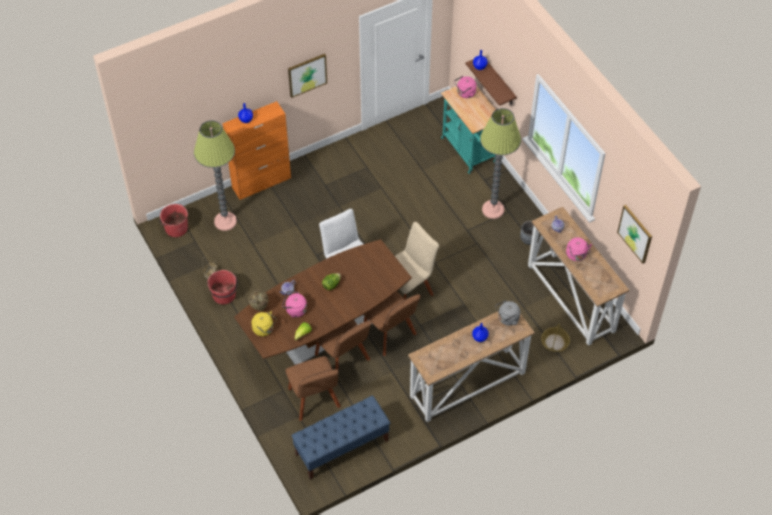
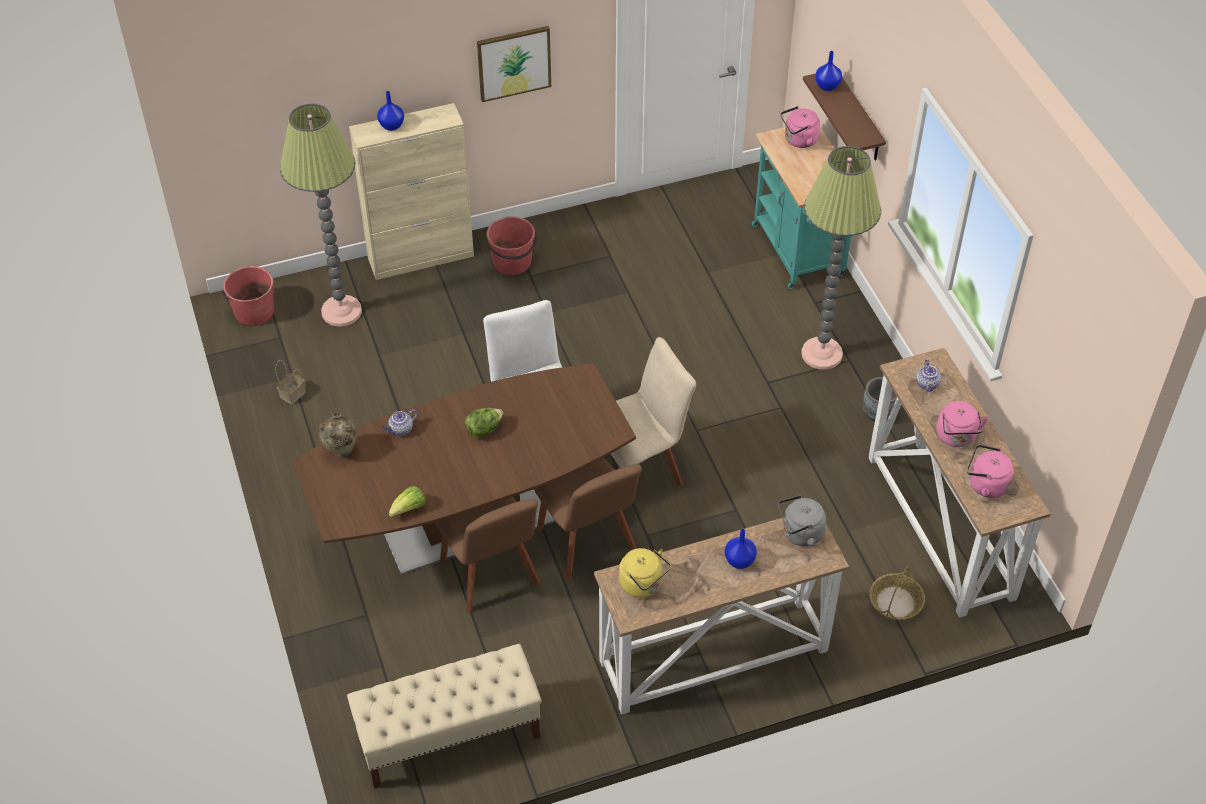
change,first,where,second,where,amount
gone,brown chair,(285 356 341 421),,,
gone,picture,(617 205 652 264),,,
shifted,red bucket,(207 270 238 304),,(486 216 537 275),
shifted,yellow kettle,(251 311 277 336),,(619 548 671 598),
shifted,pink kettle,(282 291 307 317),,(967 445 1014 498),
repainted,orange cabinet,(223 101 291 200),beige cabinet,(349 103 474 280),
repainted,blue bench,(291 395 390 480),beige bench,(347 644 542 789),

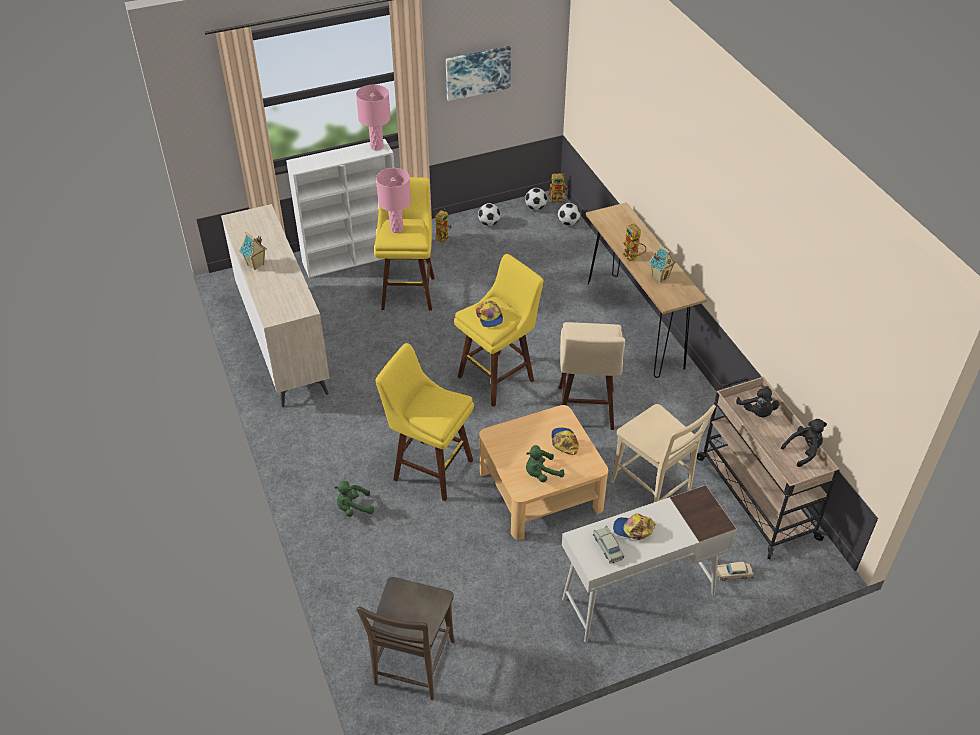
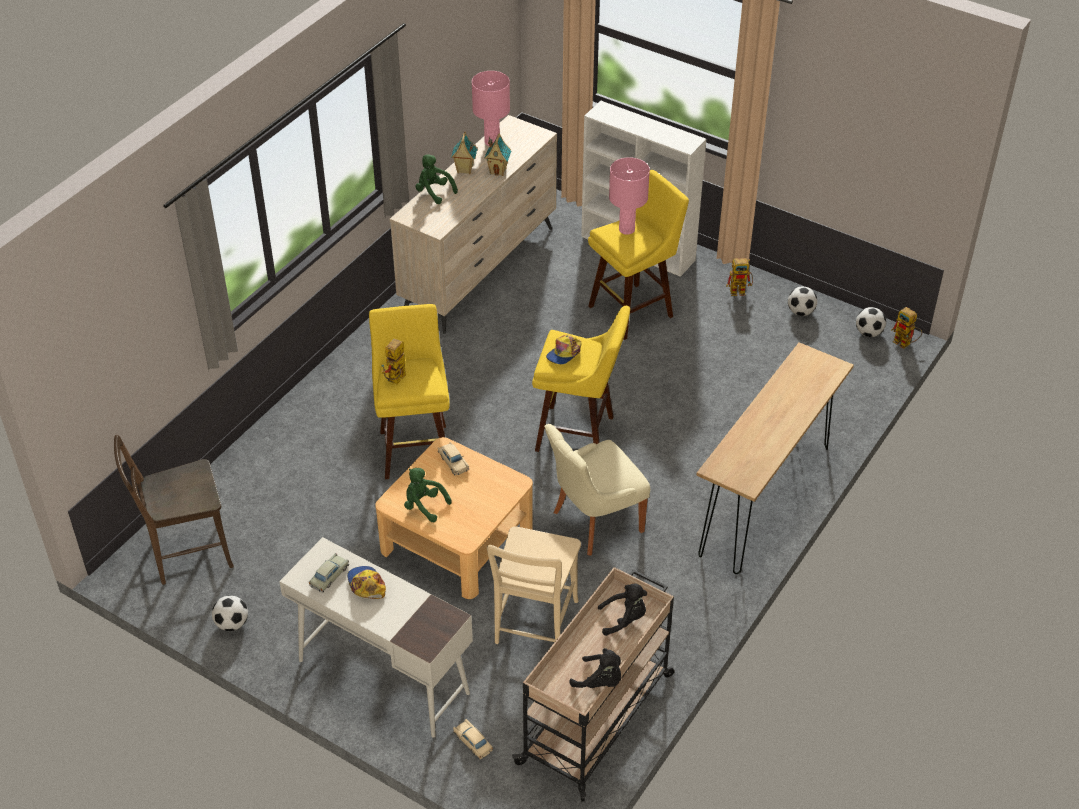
change,first,where,second,where,amount
gone,picture,(446 46 511 101),,,
gone,cap,(551 428 579 455),,,
new,,,beige toy car,(438 442 469 475),
shifted,green plush toy,(335 481 374 517),,(415 154 458 204),
shifted,pink table lamp,(356 85 391 151),,(472 71 510 146),
shifted,football,(558 203 580 226),,(212 595 248 631),
shifted,toy robot,(623 223 646 262),,(381 338 406 384),
shifted,toy house,(649 245 676 282),,(485 133 511 176),
swapped,beige stool,(559 322 625 430),beige chair,(544 424 650 556),
rotated,black plush toy,(736 386 779 417),,(598 584 647 636),135 degrees counterclockwise

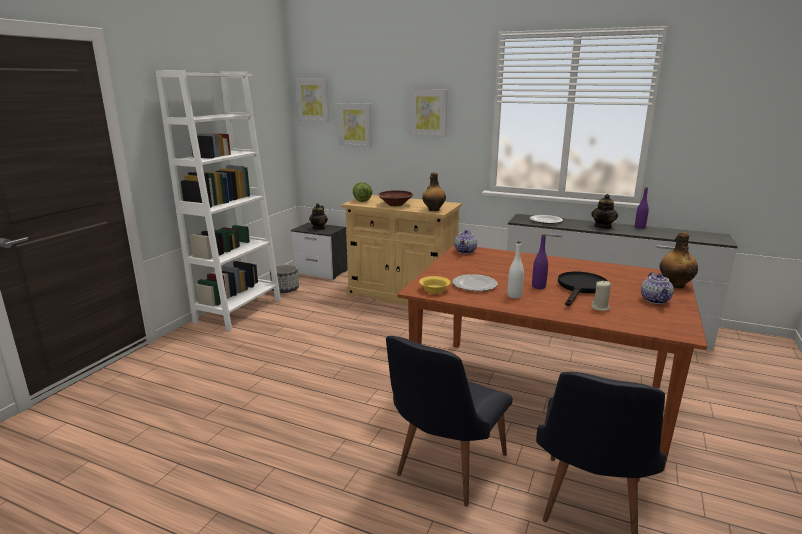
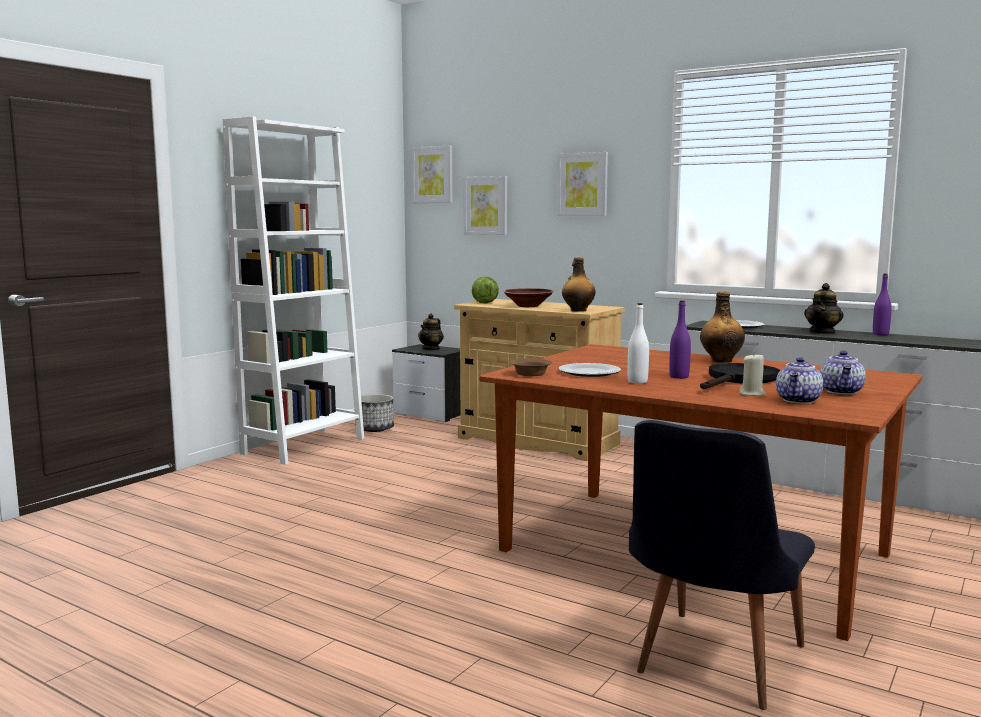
change,first,where,second,where,amount
gone,black chair,(386 336 513 507),,,
shifted,teapot,(454 230 477 254),,(776 357 823 404),
shifted,bottle,(660 232 698 288),,(700 292 745 363),
repainted,yellow bowl,(419 276 451 293),brown bowl,(509 359 552 376),

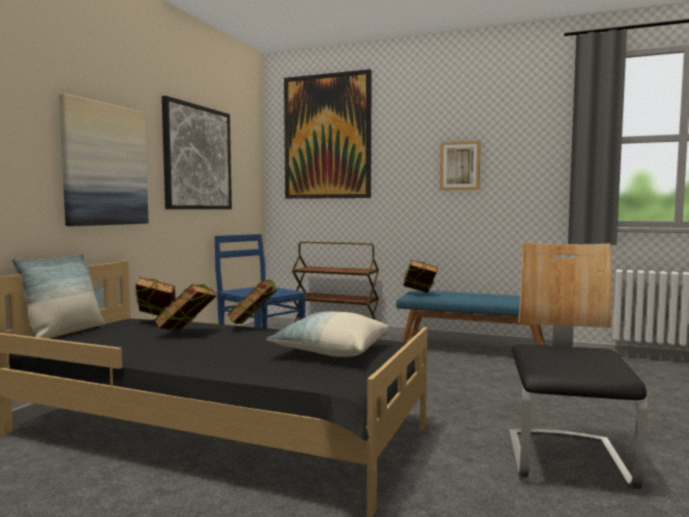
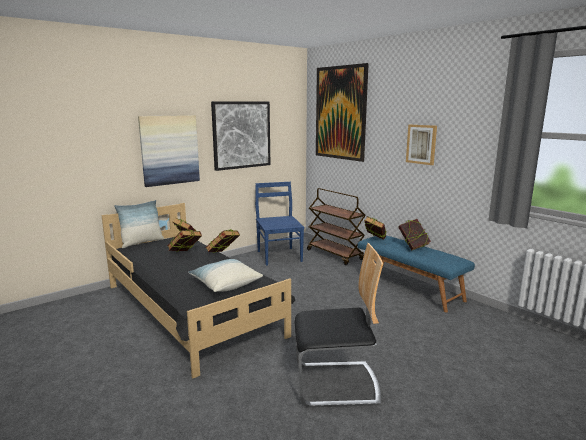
change,first,where,second,where,amount
new,,,book,(398 219 431 250),
rotated,chair,(509 242 648 489),,(295 243 383 408),45 degrees clockwise

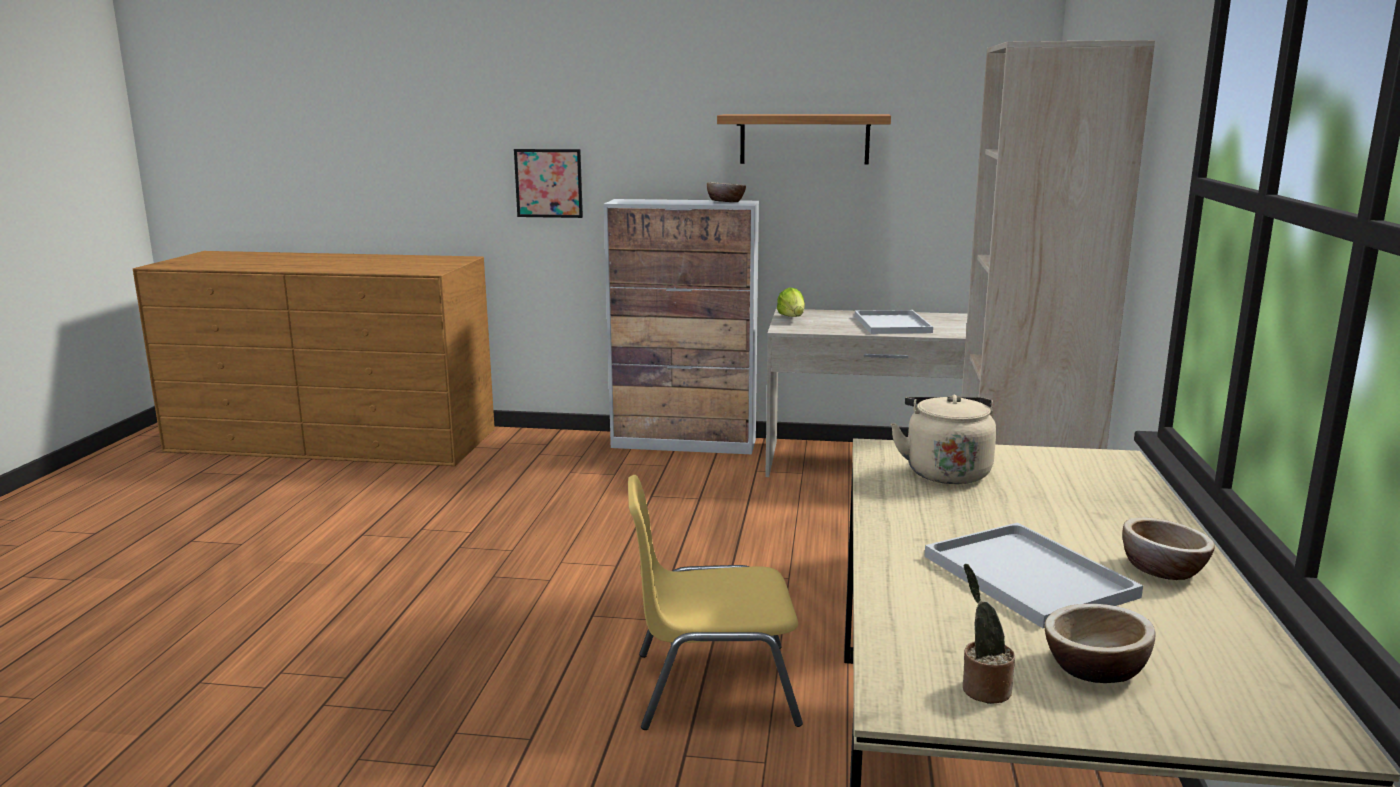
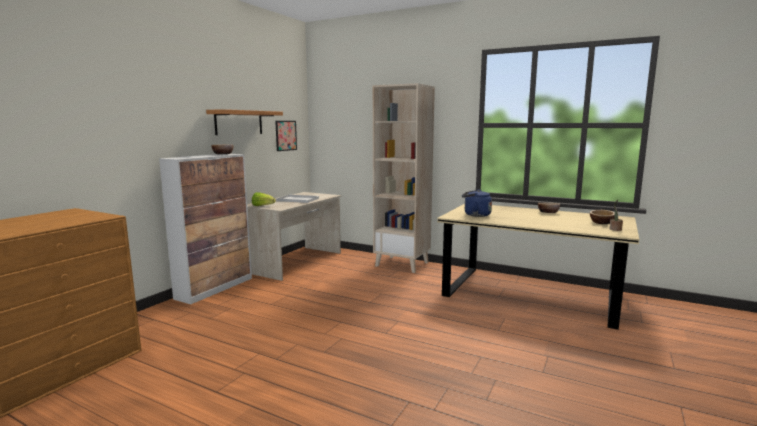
change,first,where,second,where,amount
gone,yellow chair,(628 475 803 730),,,
gone,white tray,(924 523 1143 628),,,
shifted,picture,(514 149 583 218),,(275 121 297 151),
repainted,beige kettle,(891 394 996 484),blue kettle,(462 190 492 217),

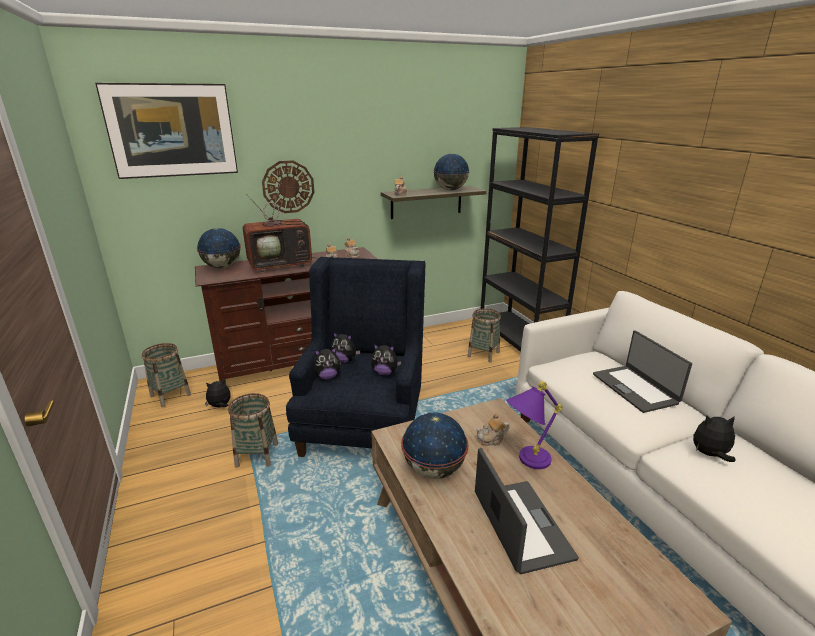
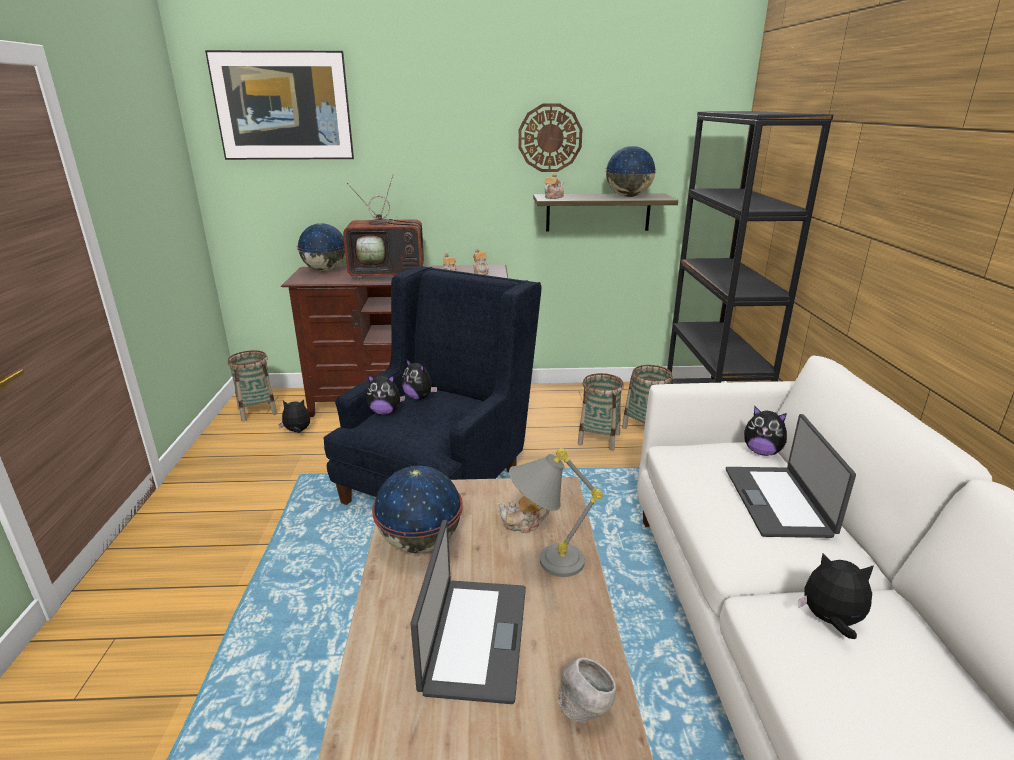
change,first,where,second,where,amount
new,,,grey bowl,(558 657 616 723),
shifted,basket,(228 393 278 468),,(578 373 624 451),
shifted,wall clock,(262 160 315 213),,(518 103 583 172),
shifted,plush toy,(371 344 401 376),,(744 406 787 456),
repainted,purple table lamp,(506 381 563 469),grey table lamp,(509 448 603 577),

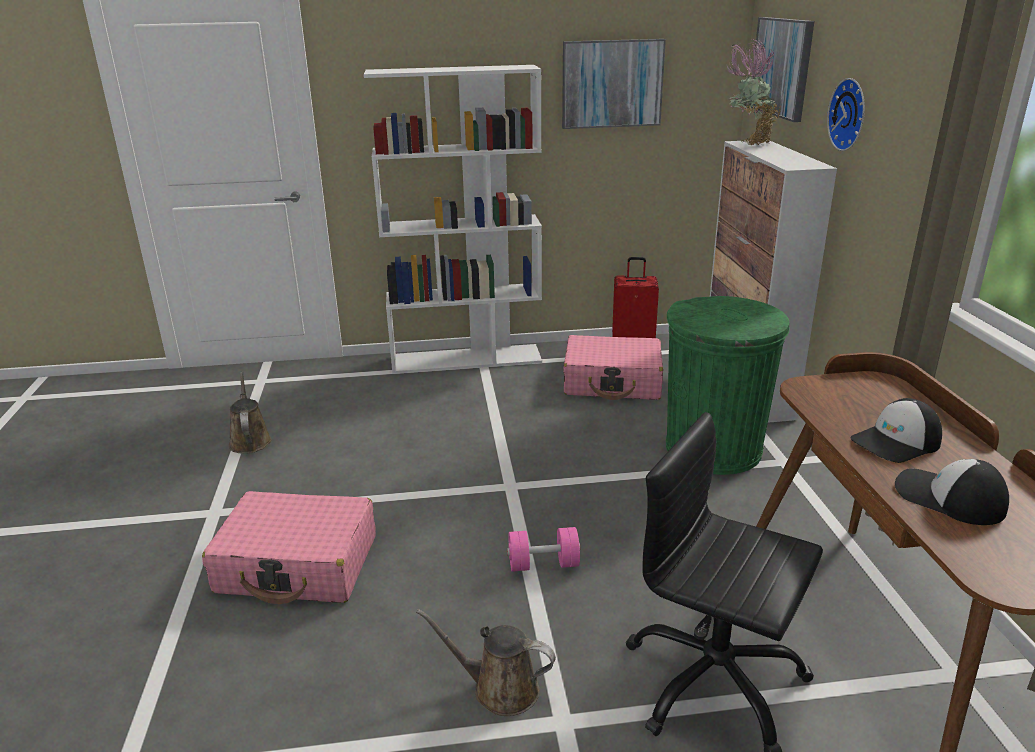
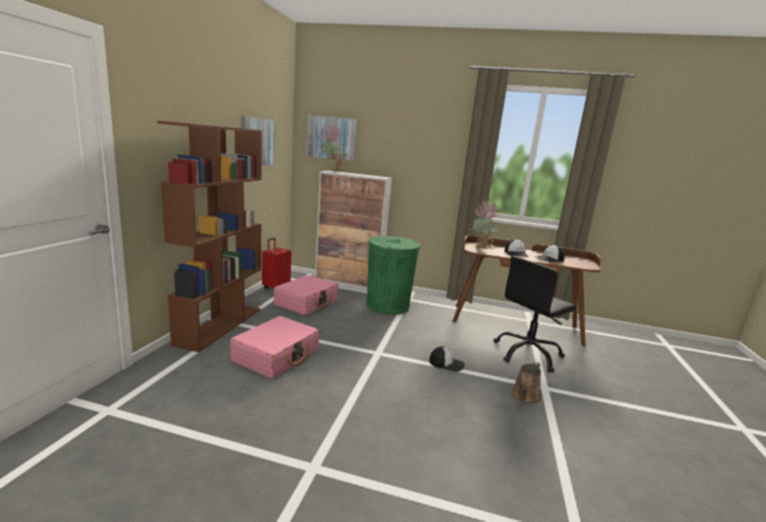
change,first,where,second,where,amount
gone,brown watering can,(229 371 272 454),,,
gone,wall clock,(827 78 865 151),,,
new,,,potted plant,(470 200 499 250),
shifted,pink suitcase,(202 491 376 604),,(230 316 319 379),
swapped,pink dumbbell,(507 527 580 572),cap,(429 346 465 372),
repainted,white bookcase,(364 65 542 374),brown bookcase,(157 121 262 352),

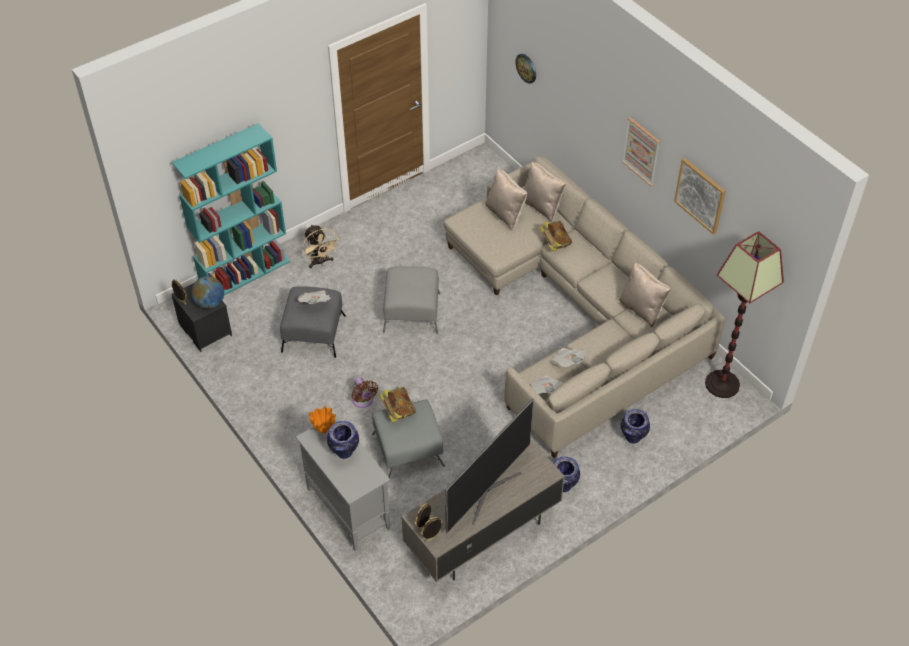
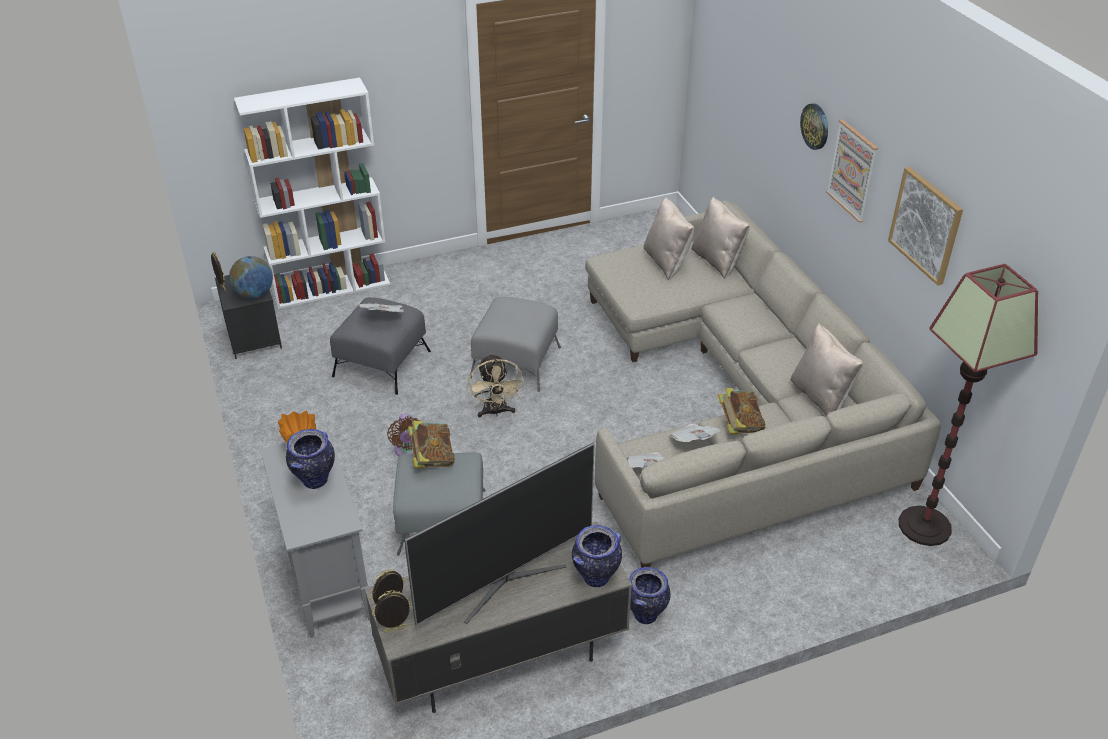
change,first,where,second,where,amount
shifted,beige fan,(302 224 340 268),,(468 353 524 418),
shifted,wall clock,(515 54 536 84),,(800 103 828 150),
shifted,book,(539 220 572 251),,(717 388 766 434),
shifted,vase,(621 409 650 443),,(572 525 622 587),
repainted,turquoise bookcase,(172 123 290 295),white bookcase,(234 77 390 309),

